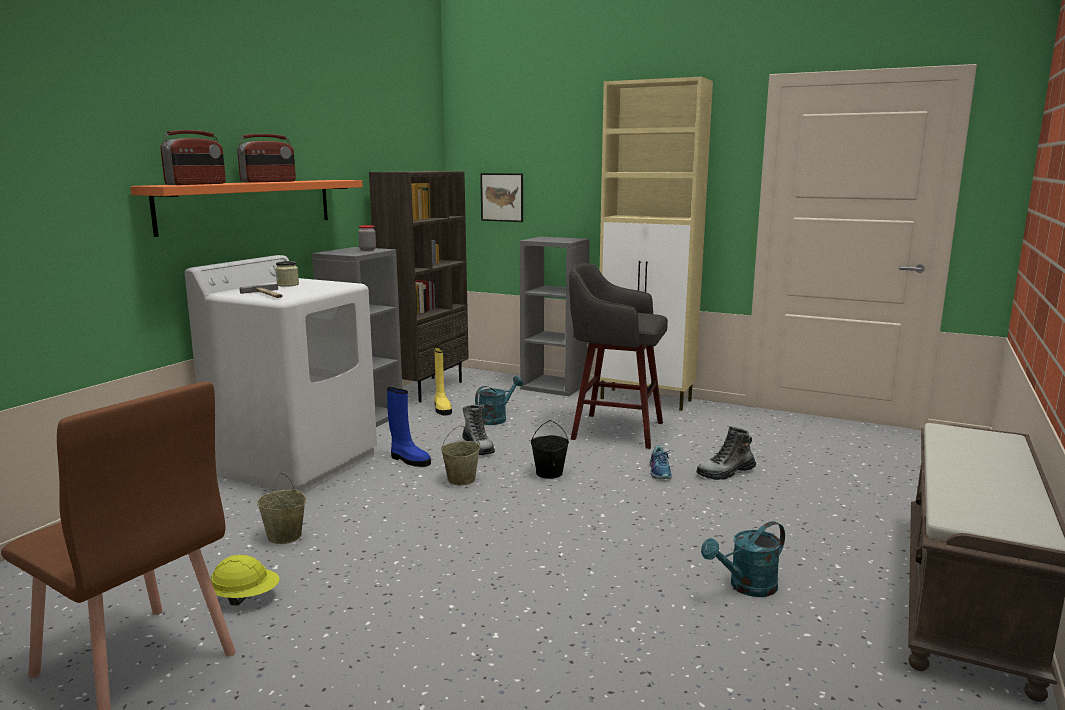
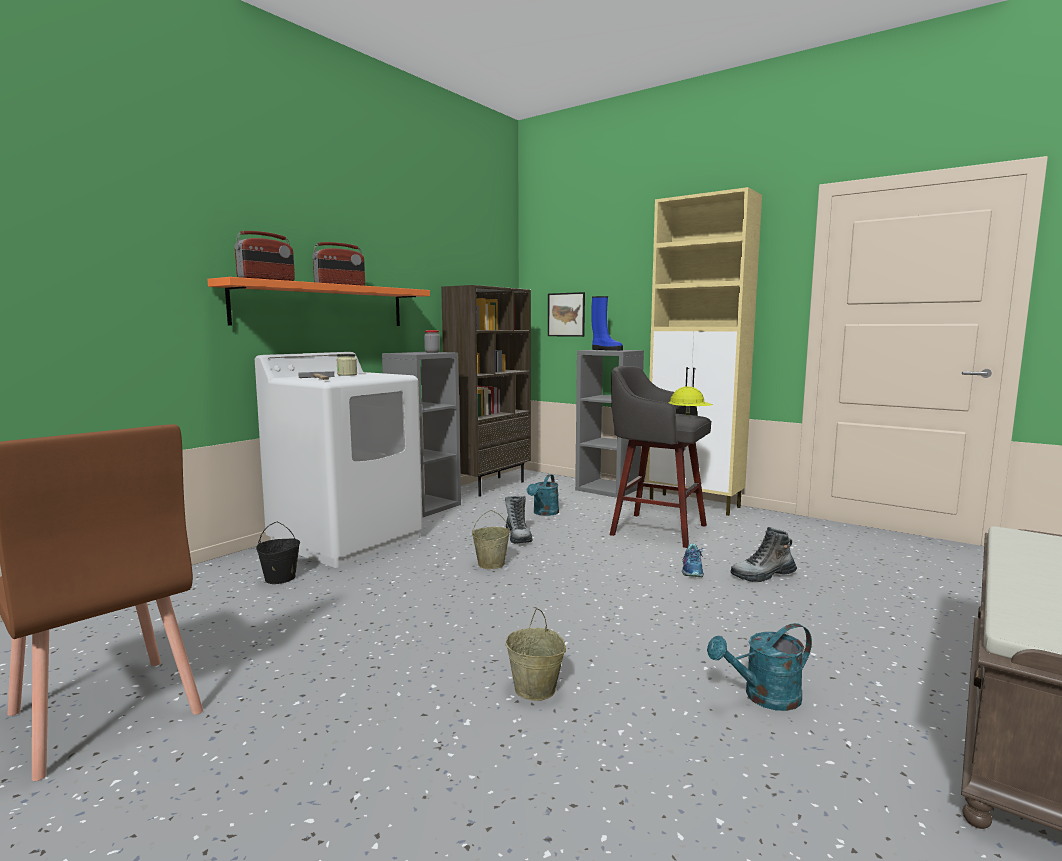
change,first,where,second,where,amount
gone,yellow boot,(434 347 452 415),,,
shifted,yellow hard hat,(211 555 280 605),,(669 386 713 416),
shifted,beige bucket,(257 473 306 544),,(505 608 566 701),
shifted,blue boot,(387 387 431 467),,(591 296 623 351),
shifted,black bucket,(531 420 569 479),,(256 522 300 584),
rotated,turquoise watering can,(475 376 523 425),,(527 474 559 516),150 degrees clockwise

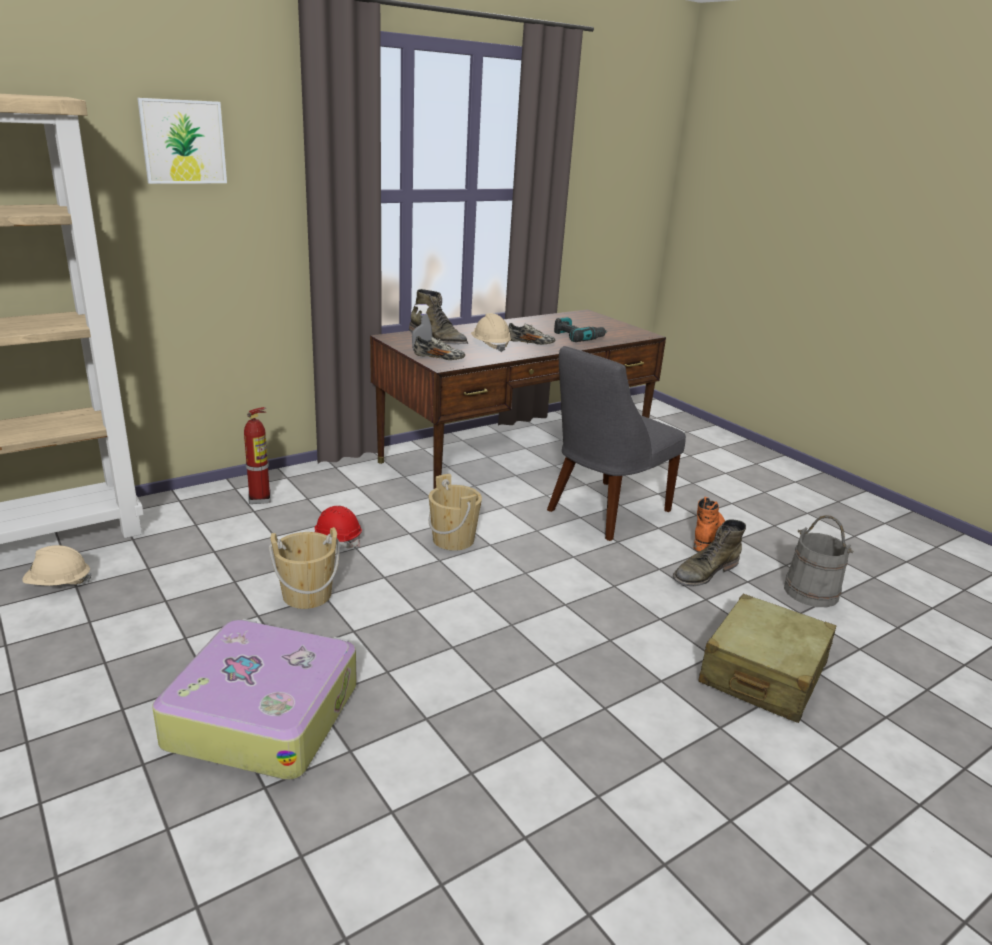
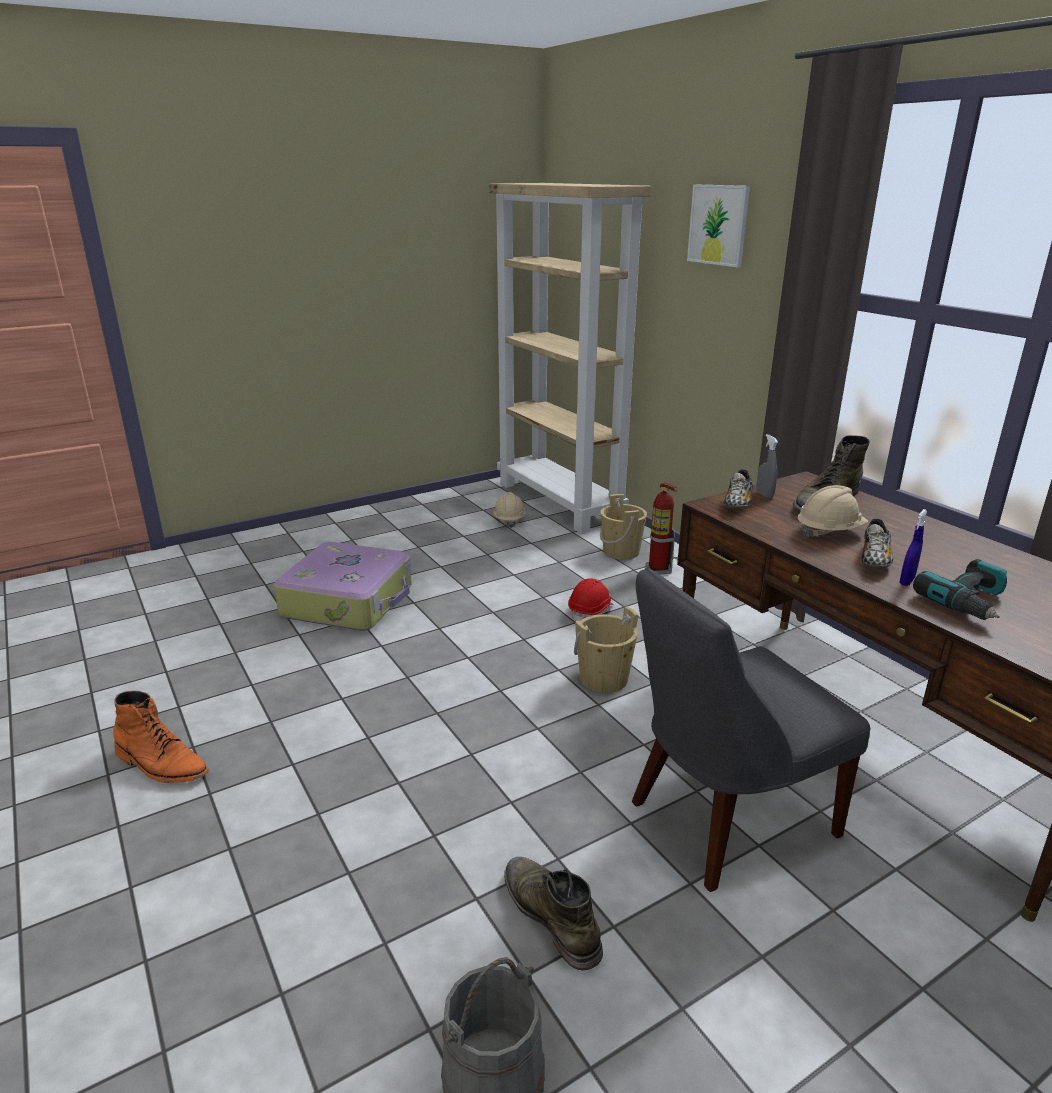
change,first,where,second,where,amount
gone,beige suitcase,(698 594 836 723),,,
new,,,blue spray bottle,(899 509 927 586),
shifted,beige bucket,(269 527 340 609),,(600 494 647 560),
shifted,orange boot,(694 497 725 551),,(113 691 209 783),
rotated,grey chair,(547 346 686 541),,(632 568 870 892),75 degrees counterclockwise

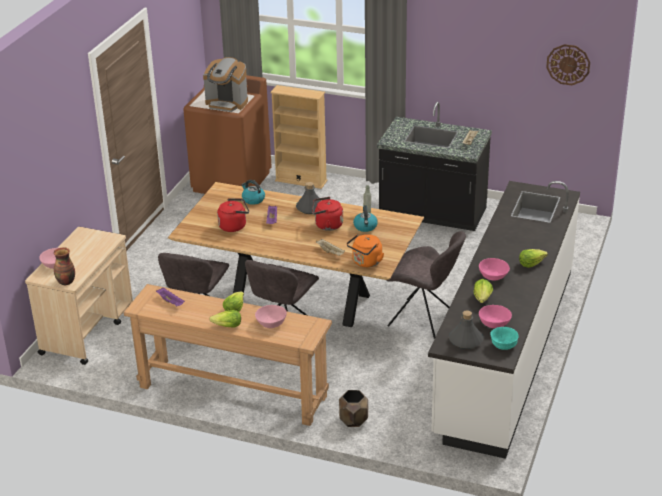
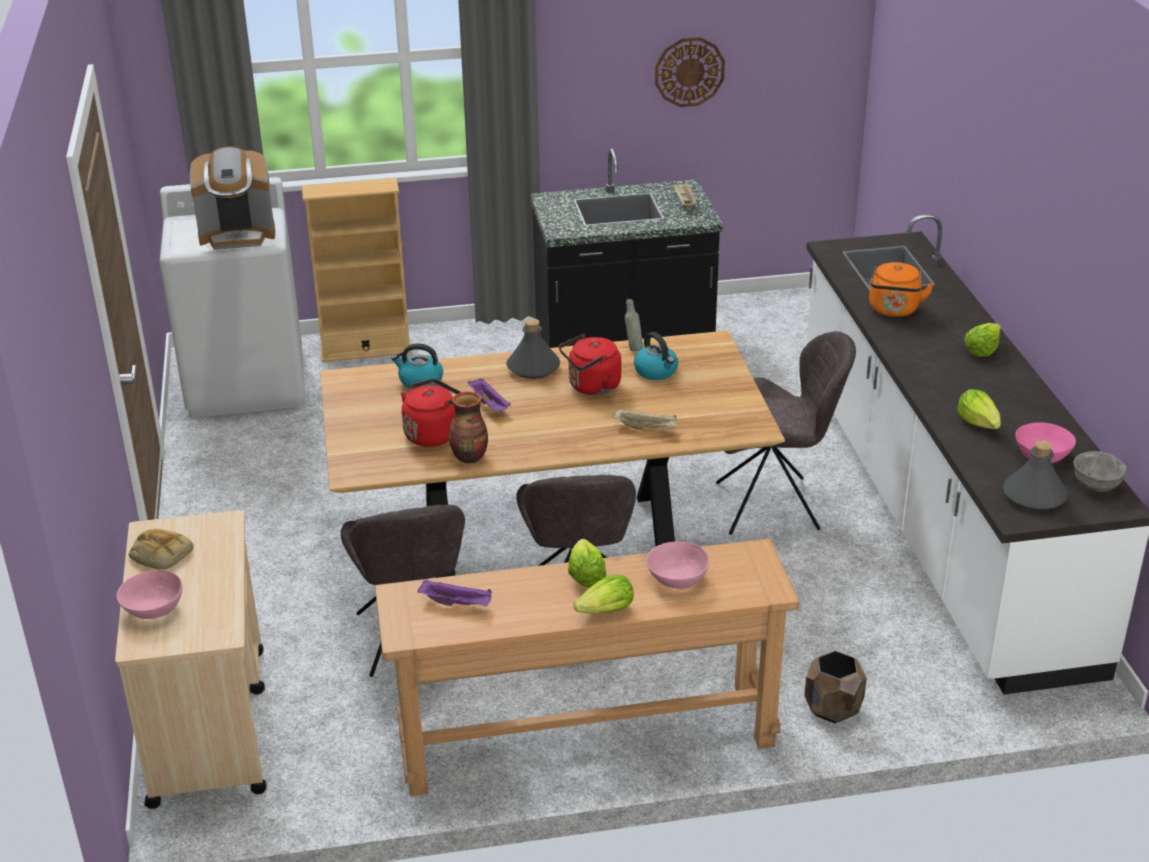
change,first,where,second,where,amount
gone,pink bowl,(479 258 510 281),,,
new,,,bread,(129 529 194 570),
shifted,vase,(54 247 75 286),,(449 391 488 464),
shifted,orange kettle,(347 234 384 267),,(869 262 934 317),
shifted,wall clock,(546 44 590 85),,(655 37 725 107),
repainted,brown washing machine,(183 75 272 194),white washing machine,(160 177 305 418),
repainted,turquoise bowl,(490 327 519 350),grey bowl,(1074 451 1127 492),

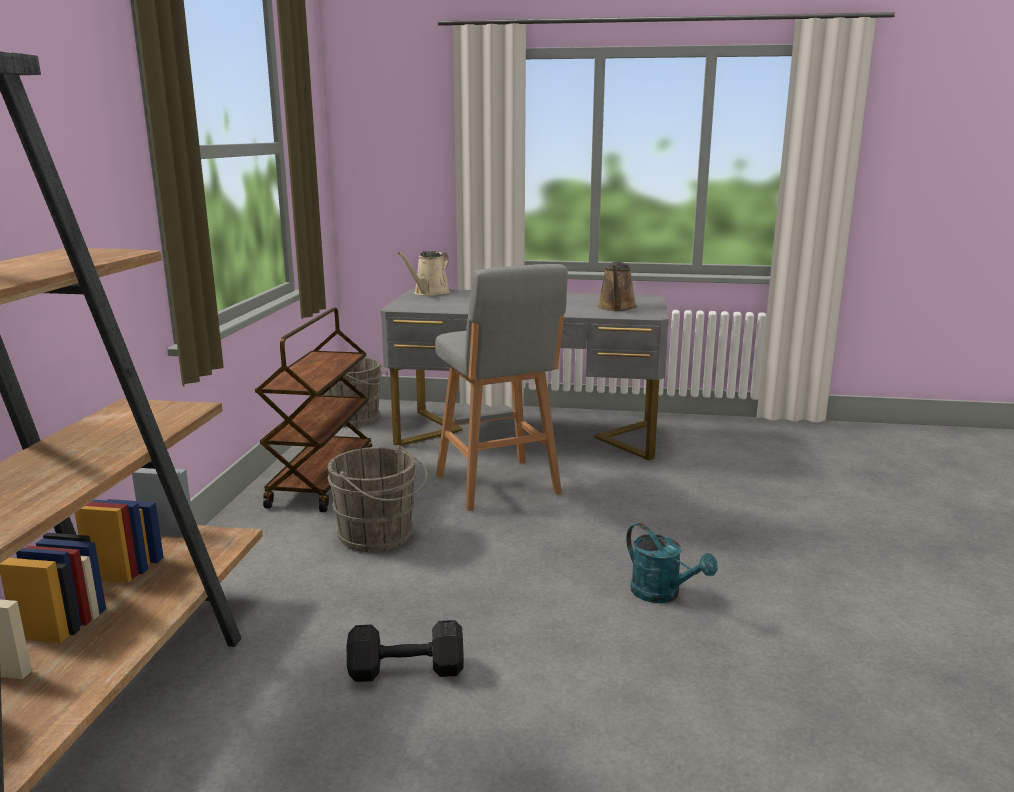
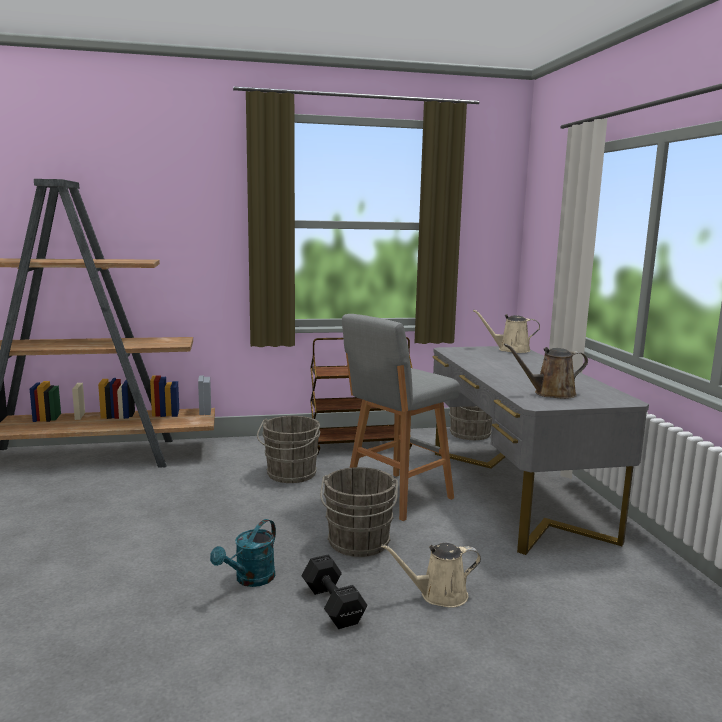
change,first,where,second,where,amount
new,,,grey bucket,(320 467 398 557),
new,,,beige watering can,(381 543 481 608),
shifted,black dumbbell,(347 620 464 682),,(302 554 367 629),

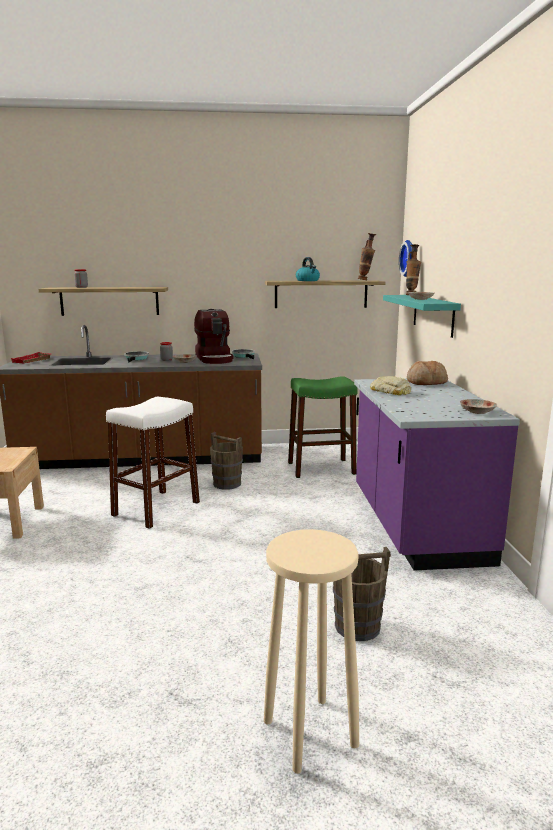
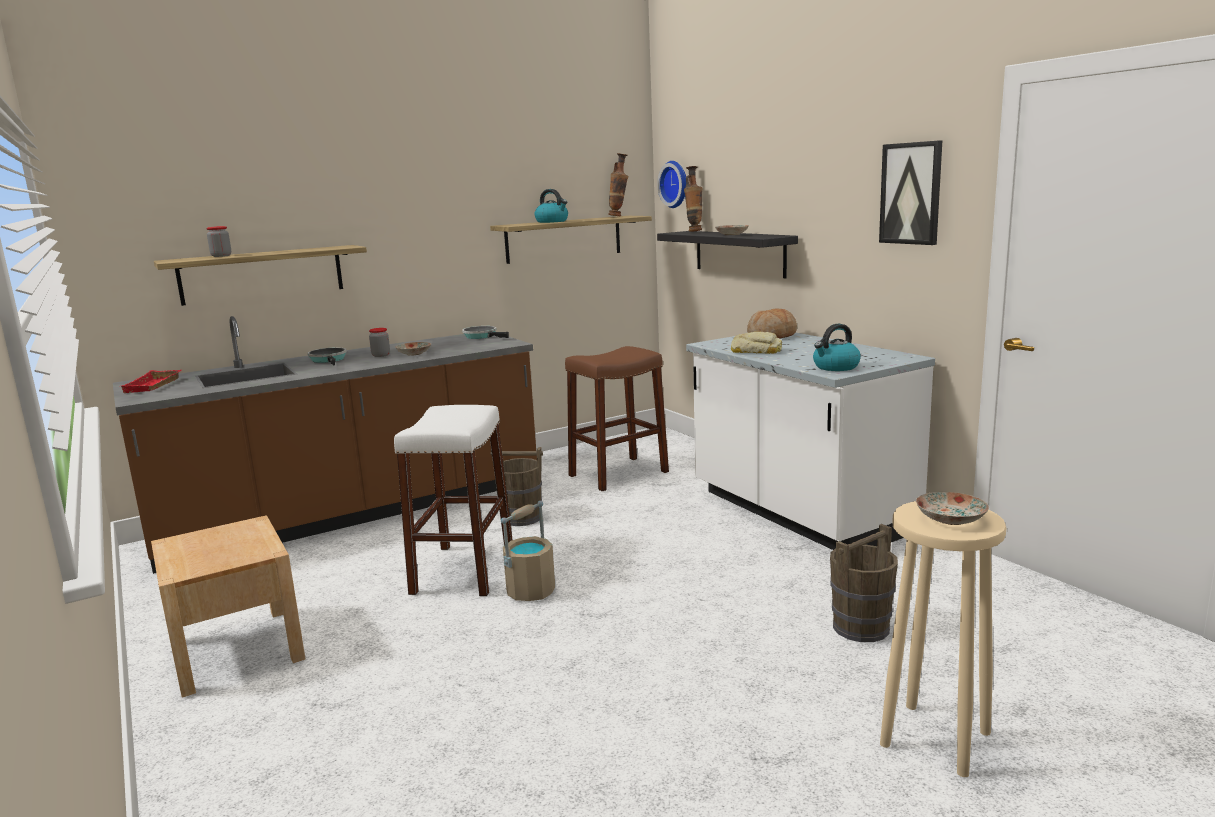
change,first,where,second,where,amount
gone,coffee machine,(194 309 234 364),,,
new,,,beige bucket,(501 501 555 601),
new,,,kettle,(813 324 861 371),
new,,,picture,(879 140 943 245),
shifted,plate,(460 399 497 414),,(916 492 989 525),
repainted,green stool,(288 376 358 478),brown stool,(565 346 669 491),
repainted,purple counter,(354 379 520 570),white counter,(686 333 935 550),
repainted,turquoise shelf,(383 295 461 338),black shelf,(657 231 798 278),

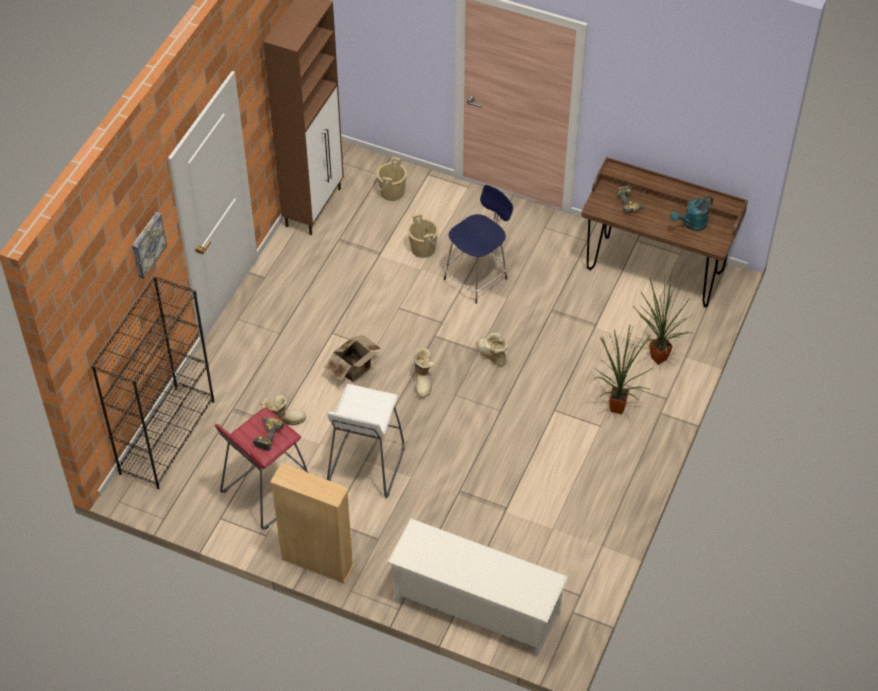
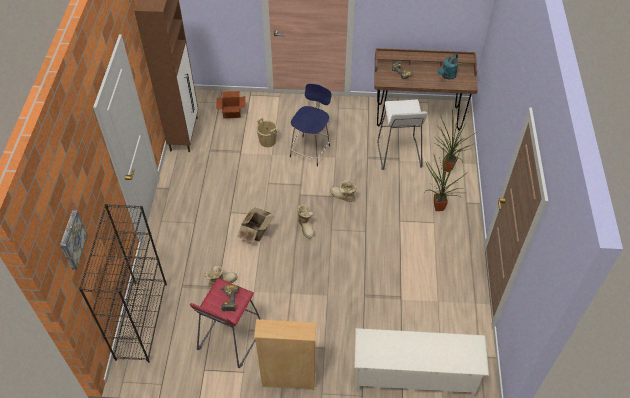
change,first,where,second,where,amount
shifted,picture,(132 212 167 279),,(60 210 88 270),
shifted,white stool,(327 384 405 498),,(377 99 427 170),
swapped,beige bucket,(377 157 407 201),cardboard box,(216 91 245 119),

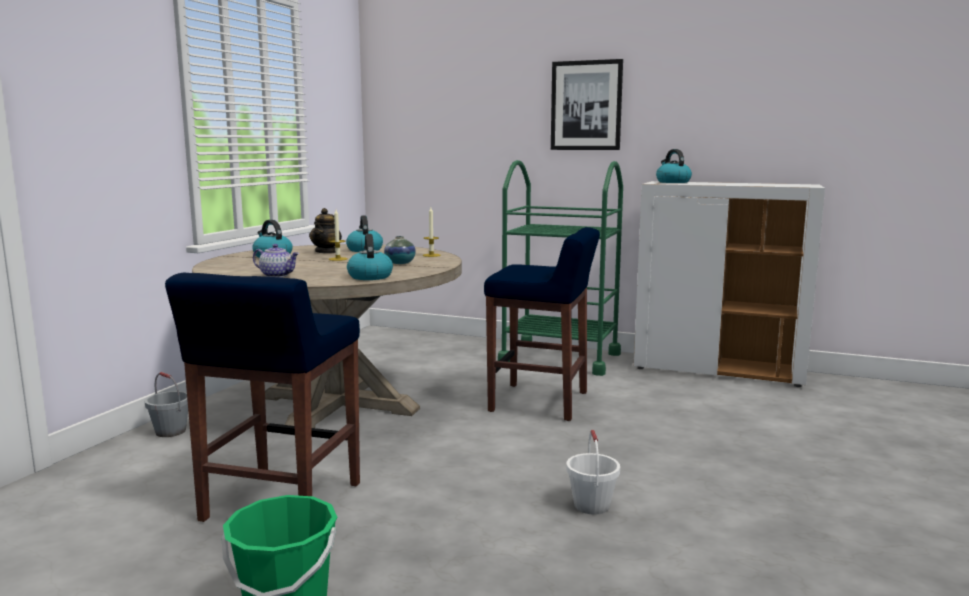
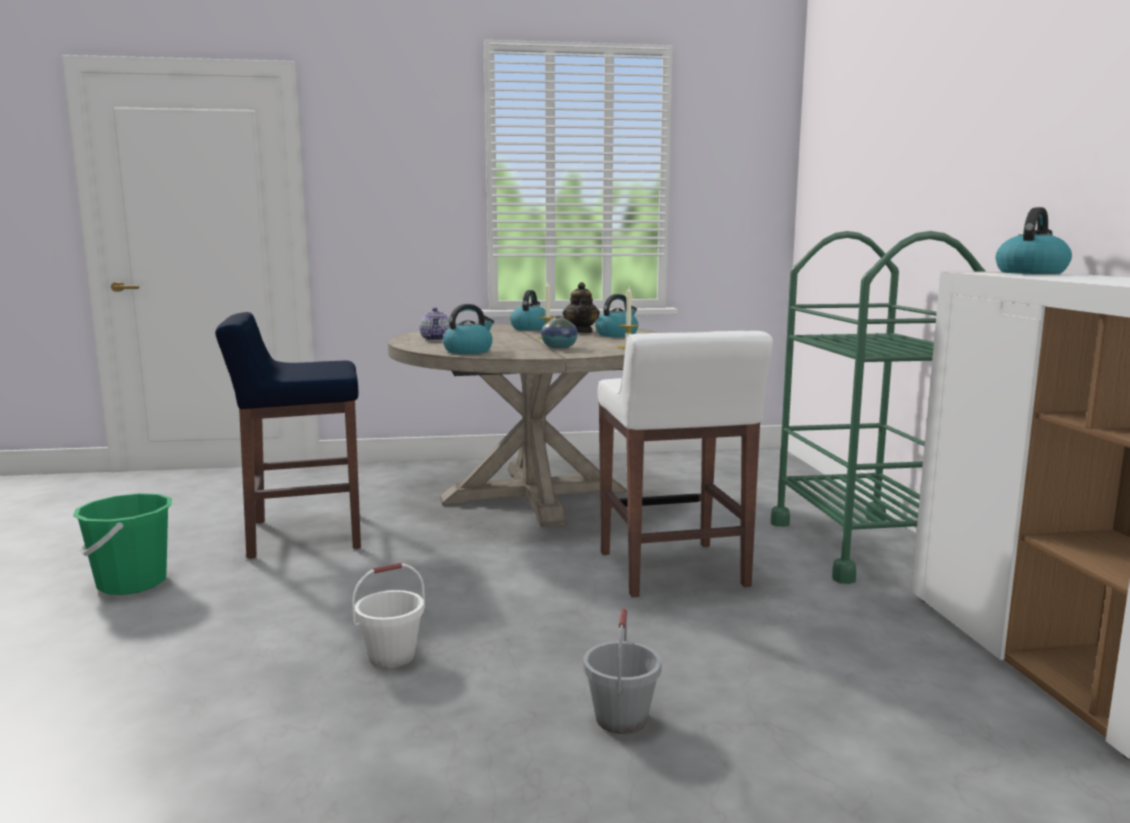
change,first,where,second,where,amount
gone,picture,(551 59 623 150),,,
shifted,grey bucket,(145 372 188 437),,(584 609 662 734),
repainted,blue stool,(484 227 600 421),white stool,(598 331 773 597),
rotated,teapot,(309 208 342 254),,(563 282 600 333),75 degrees counterclockwise

